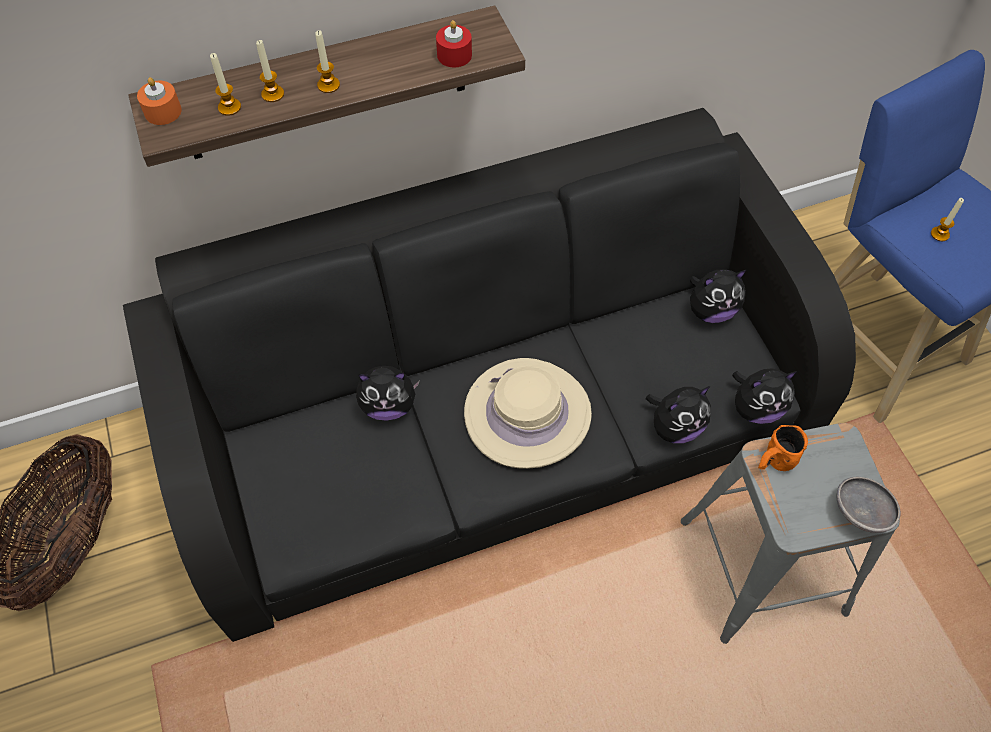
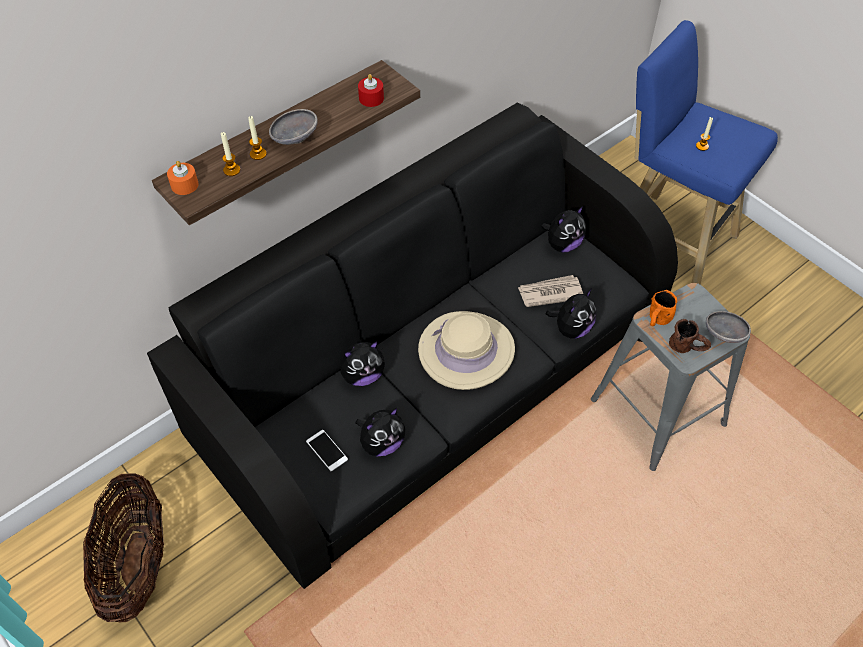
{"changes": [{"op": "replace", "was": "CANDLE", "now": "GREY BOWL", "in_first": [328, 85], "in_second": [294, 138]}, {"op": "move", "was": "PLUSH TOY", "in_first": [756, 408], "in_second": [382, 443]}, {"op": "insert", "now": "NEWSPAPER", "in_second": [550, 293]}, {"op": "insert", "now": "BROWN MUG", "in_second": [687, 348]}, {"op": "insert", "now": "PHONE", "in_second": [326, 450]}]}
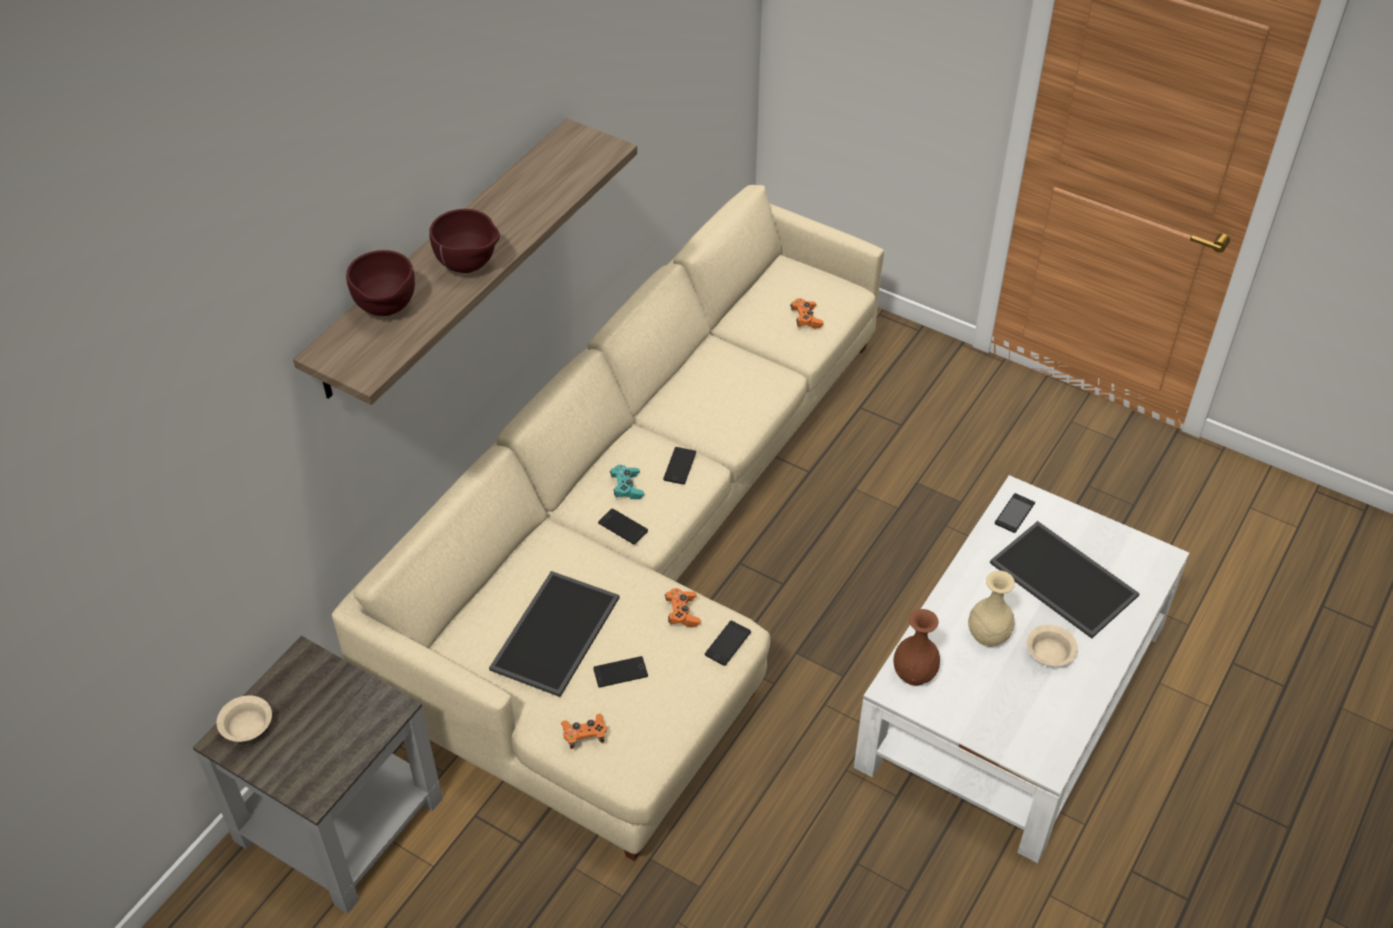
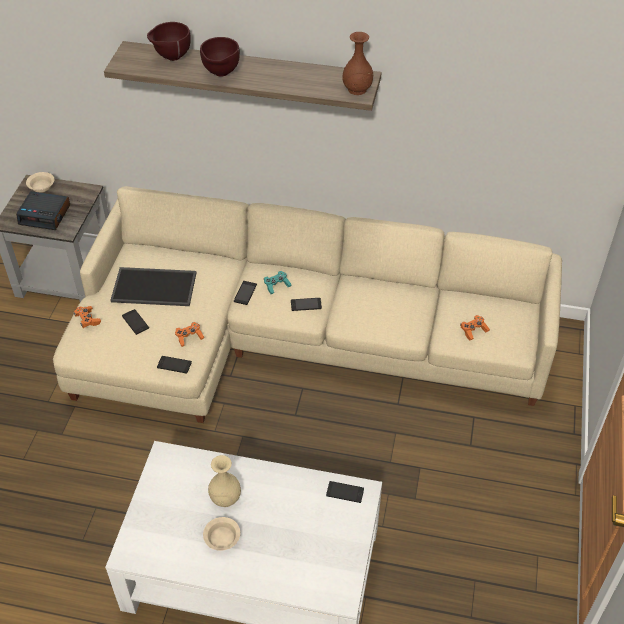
{"changes": [{"op": "delete", "was": "TRAY", "in_first": [1065, 579]}, {"op": "move", "was": "BROWN VASE", "in_first": [915, 674], "in_second": [357, 90]}, {"op": "insert", "now": "ALARM CLOCK", "in_second": [45, 215]}]}
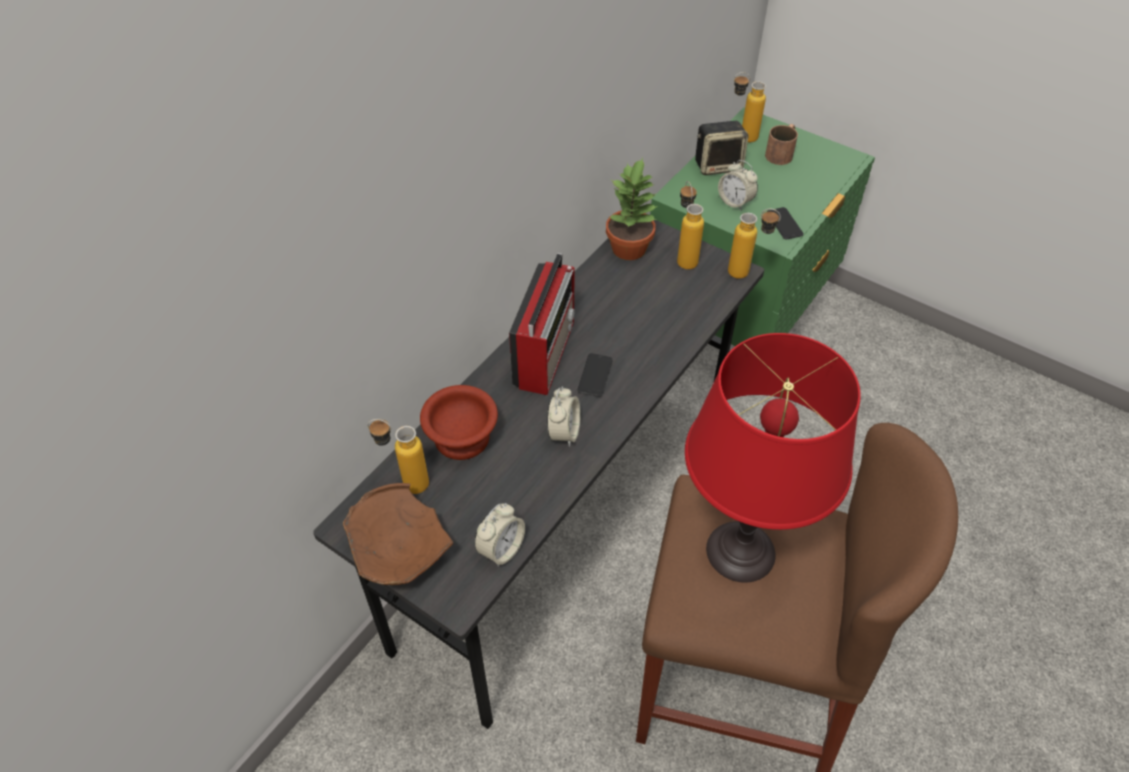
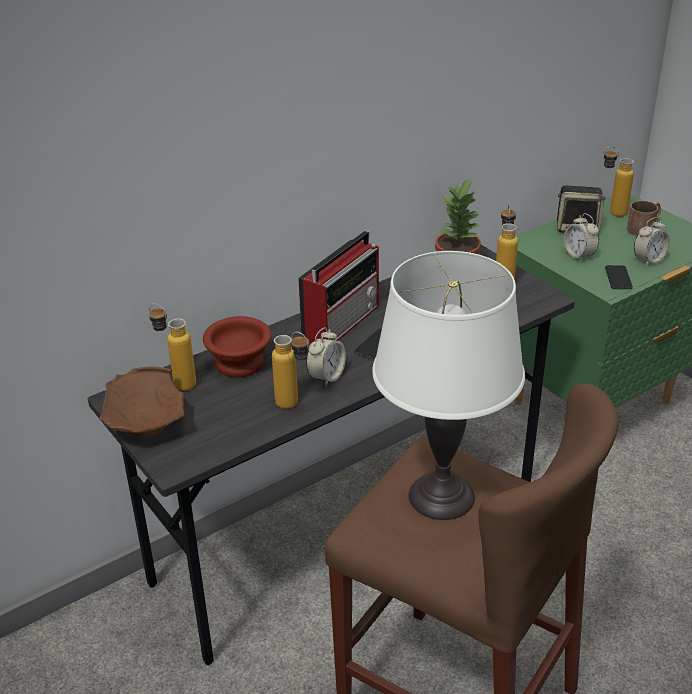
{"changes": [{"op": "move", "was": "BOTTLE", "in_first": [747, 274], "in_second": [294, 406]}, {"op": "recolor", "was": "RED TABLE LAMP", "now": "WHITE TABLE LAMP", "in_first": [740, 552], "in_second": [441, 496]}, {"op": "move", "was": "ALARM CLOCK", "in_first": [501, 549], "in_second": [648, 260]}]}
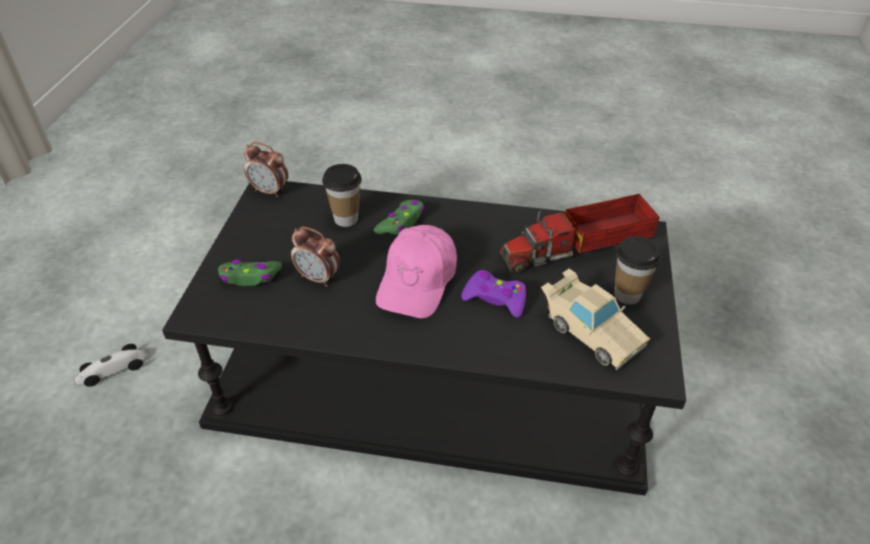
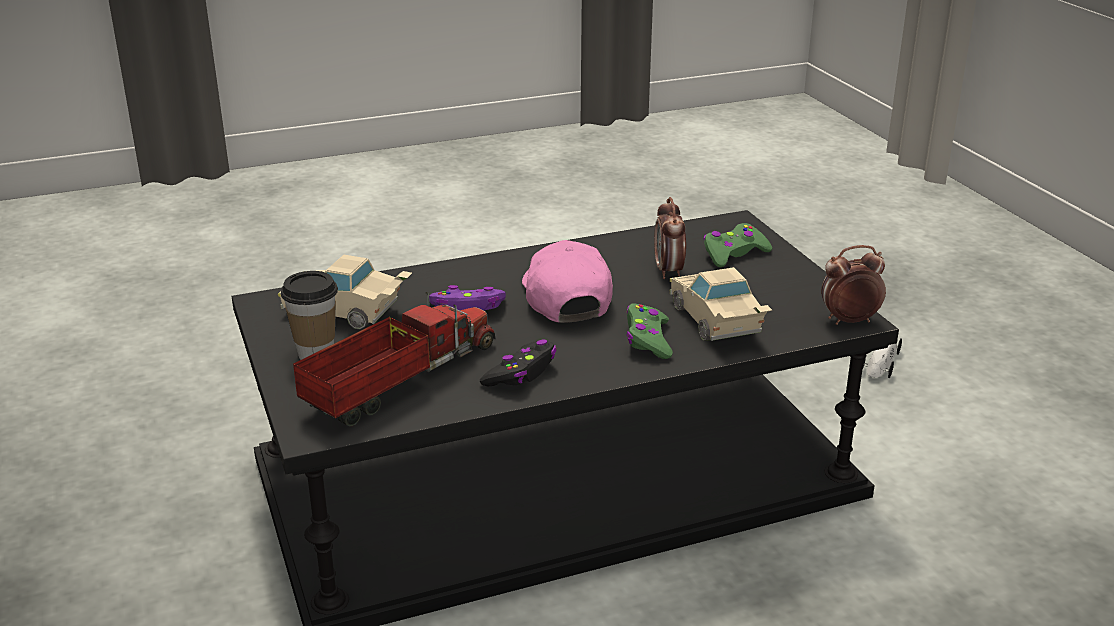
{"changes": [{"op": "replace", "was": "CUP", "now": "BEIGE TOY CAR", "in_first": [346, 219], "in_second": [717, 323]}, {"op": "rotate", "was": "ALARM CLOCK", "in_first": [318, 278], "in_second": [668, 271], "clockwise": -90}, {"op": "insert", "now": "BLACK GAME CONTROLLER", "in_second": [521, 373]}]}
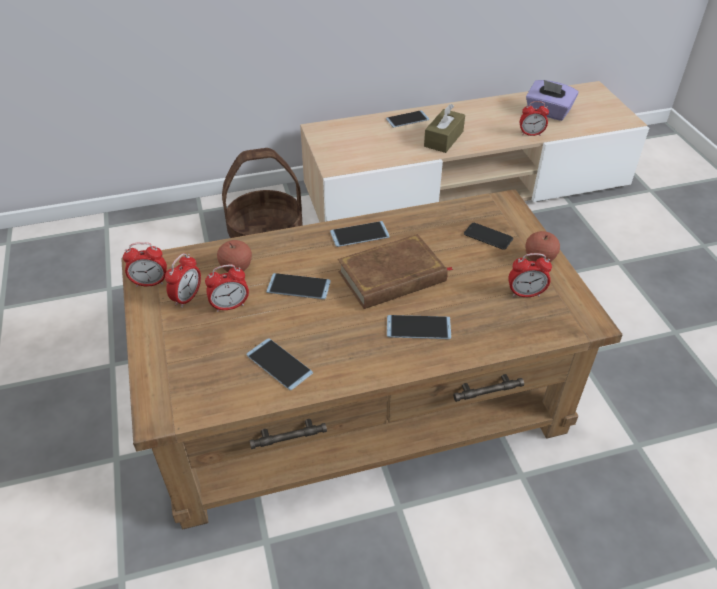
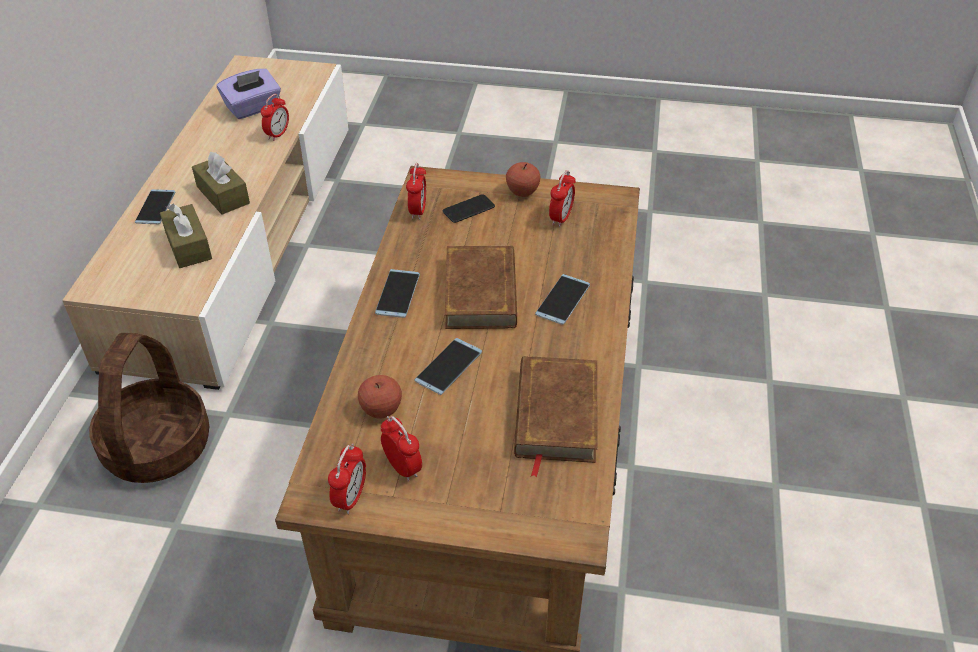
{"changes": [{"op": "move", "was": "ALARM CLOCK", "in_first": [230, 306], "in_second": [418, 211]}, {"op": "replace", "was": "PHONE", "now": "BROWN BOOK", "in_first": [279, 364], "in_second": [555, 415]}, {"op": "insert", "now": "BROWN TISSUE BOX", "in_second": [188, 246]}]}
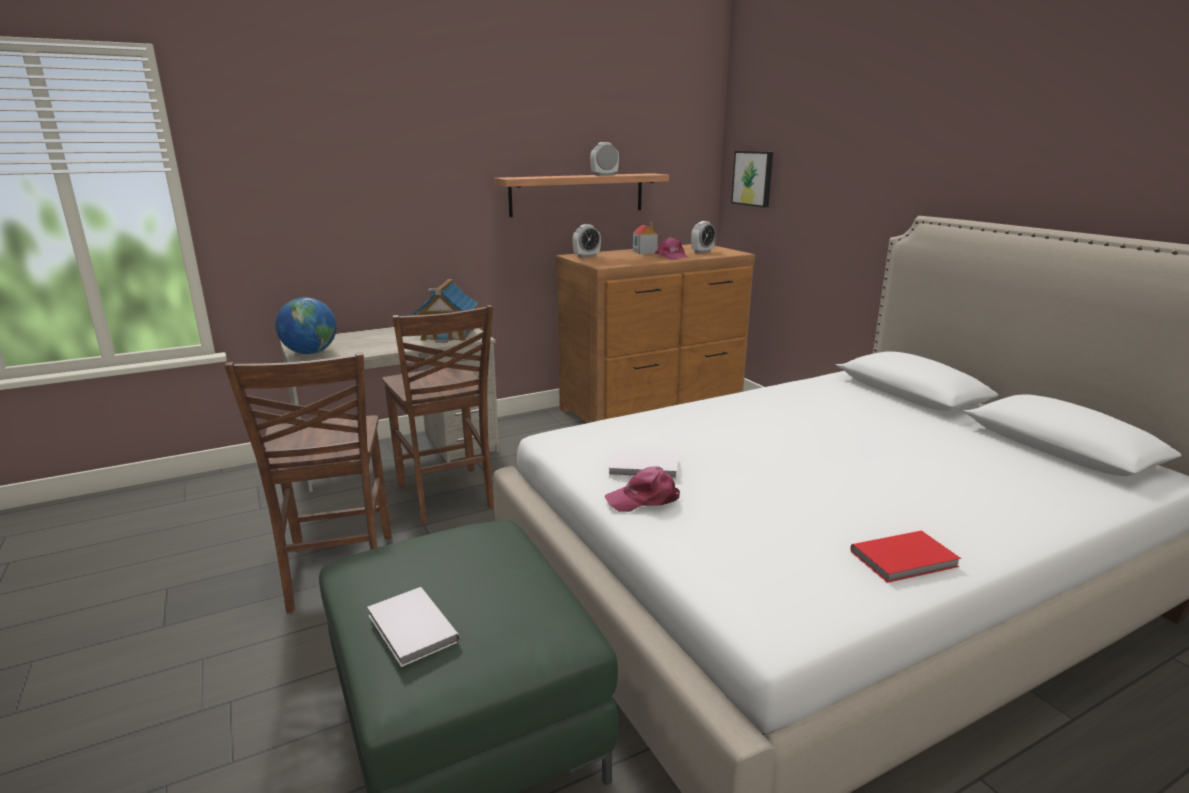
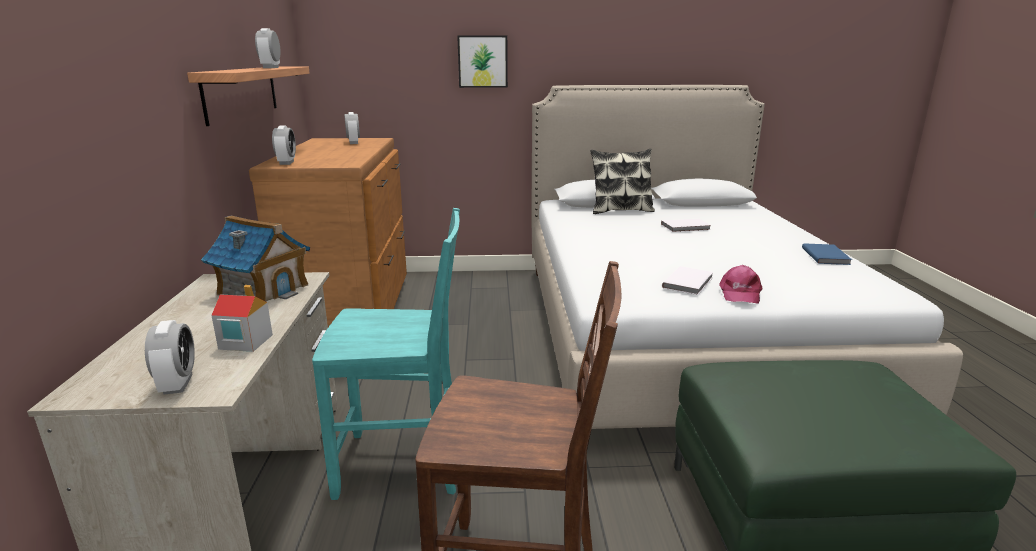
{"changes": [{"op": "move", "was": "PICTURE", "in_first": [753, 178], "in_second": [483, 61]}, {"op": "move", "was": "TOY HOUSE", "in_first": [644, 252], "in_second": [245, 342]}, {"op": "delete", "was": "PINK CAP", "in_first": [672, 256]}, {"op": "replace", "was": "GLOBE", "now": "ALARM CLOCK", "in_first": [310, 353], "in_second": [178, 384]}, {"op": "recolor", "was": "BROWN CHAIR", "now": "TURQUOISE CHAIR", "in_first": [446, 496], "in_second": [404, 465]}, {"op": "recolor", "was": "RED BOOK", "now": "BLUE BOOK", "in_first": [906, 560], "in_second": [826, 256]}, {"op": "move", "was": "WHITE BOOK", "in_first": [411, 629], "in_second": [686, 227]}, {"op": "insert", "now": "PILLOW", "in_second": [620, 210]}]}
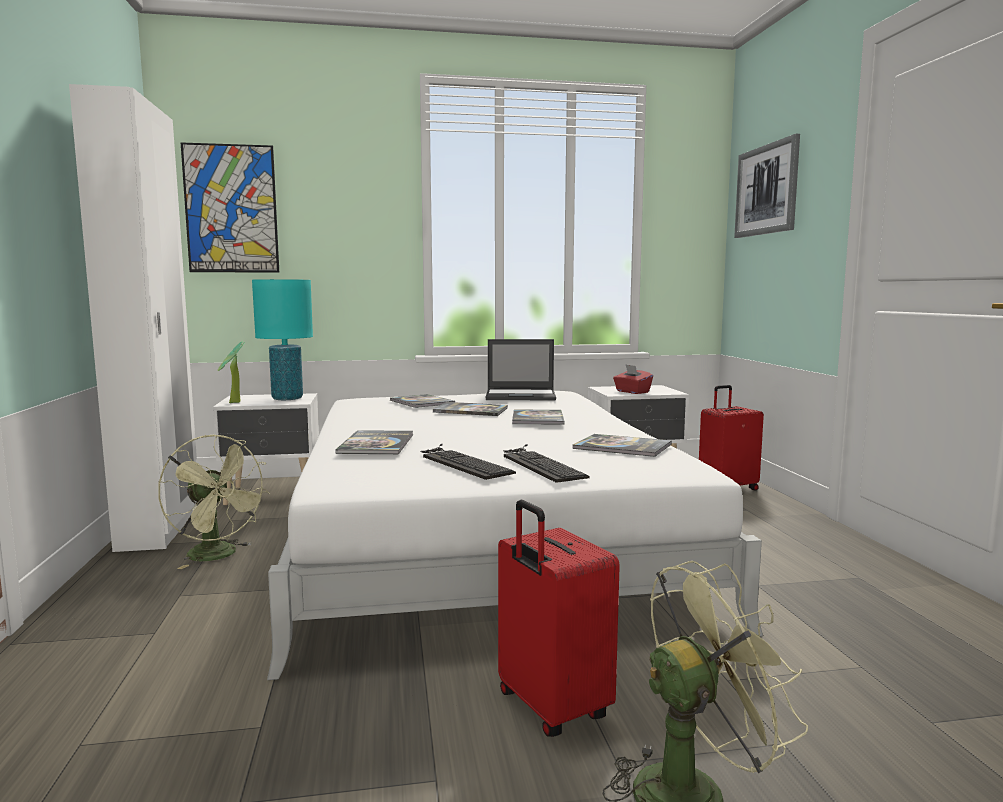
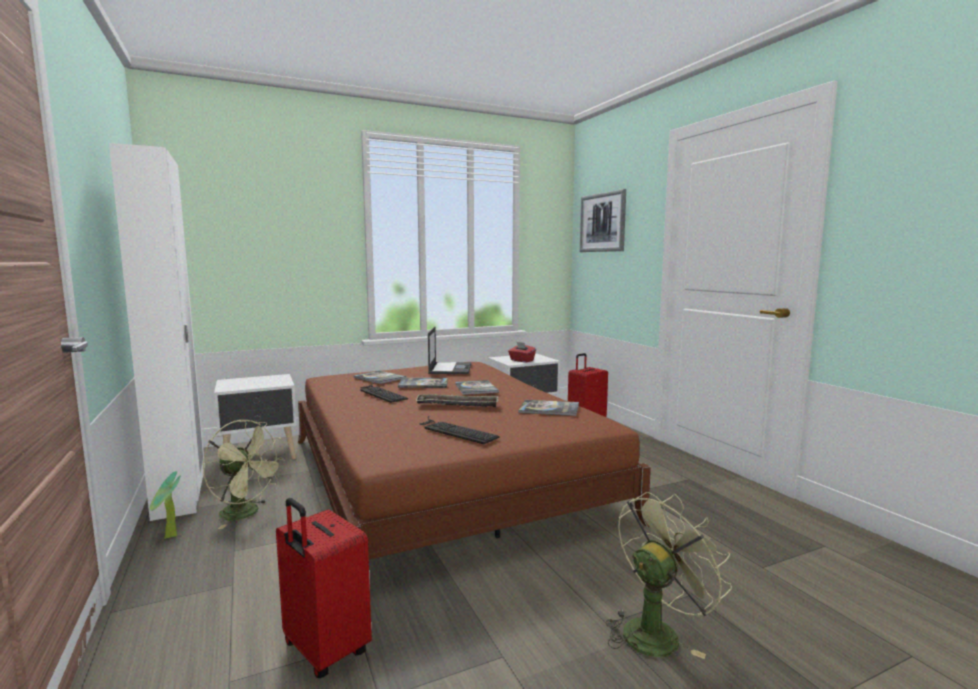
{"changes": [{"op": "delete", "was": "PICTURE", "in_first": [231, 209]}, {"op": "delete", "was": "TURQUOISE TABLE LAMP", "in_first": [287, 398]}, {"op": "rotate", "was": "LAPTOP", "in_first": [521, 396], "in_second": [450, 368], "clockwise": -75}, {"op": "move", "was": "POTTED PLANT", "in_first": [233, 403], "in_second": [169, 538]}, {"op": "recolor", "was": "WHITE BED", "now": "BROWN BED", "in_first": [482, 538], "in_second": [442, 476]}, {"op": "delete", "was": "BOOK", "in_first": [376, 444]}, {"op": "move", "was": "KEYBOARD", "in_first": [538, 463], "in_second": [380, 393]}, {"op": "move", "was": "RED SUITCASE", "in_first": [550, 708], "in_second": [324, 651]}, {"op": "insert", "now": "TRAY", "in_second": [457, 405]}]}
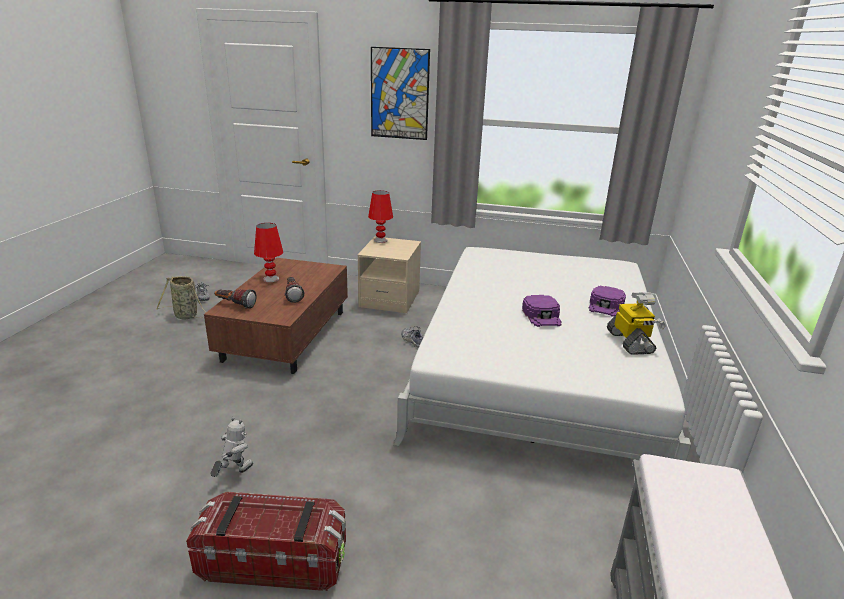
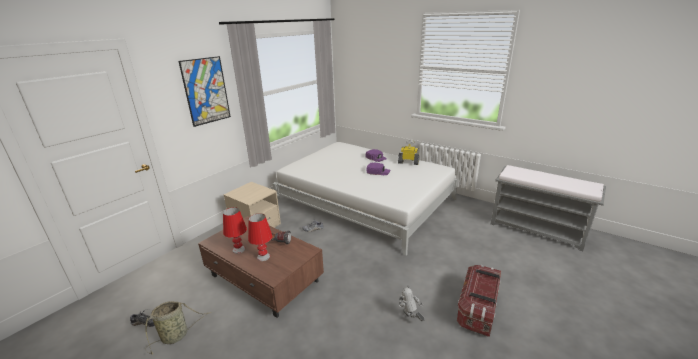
{"changes": [{"op": "move", "was": "RED TABLE LAMP", "in_first": [380, 240], "in_second": [263, 257]}, {"op": "delete", "was": "FLASHLIGHT", "in_first": [235, 305]}]}
